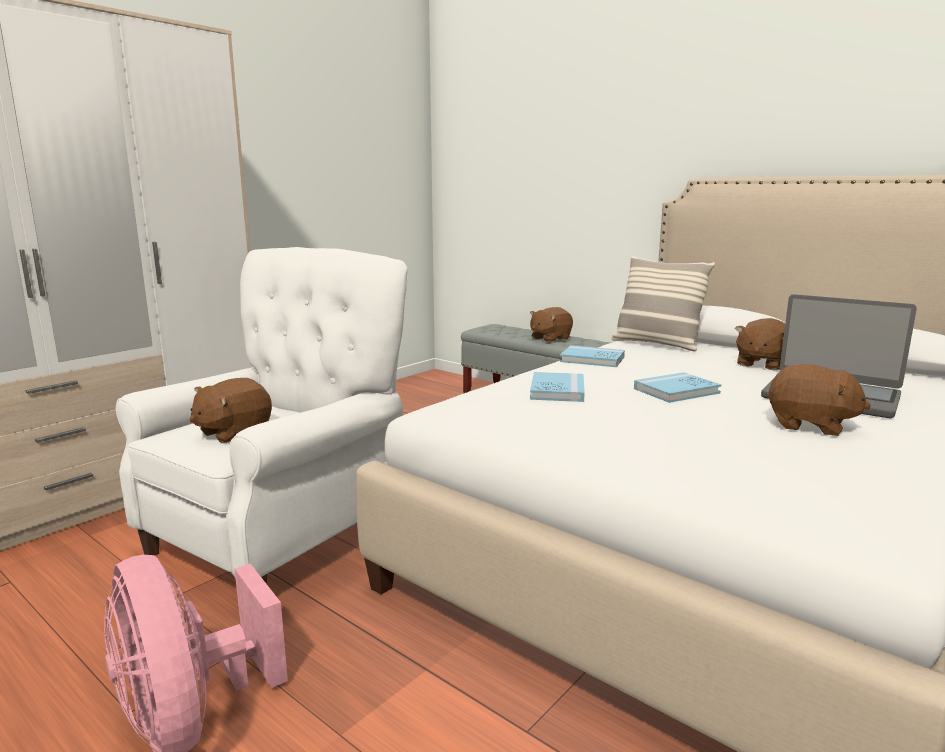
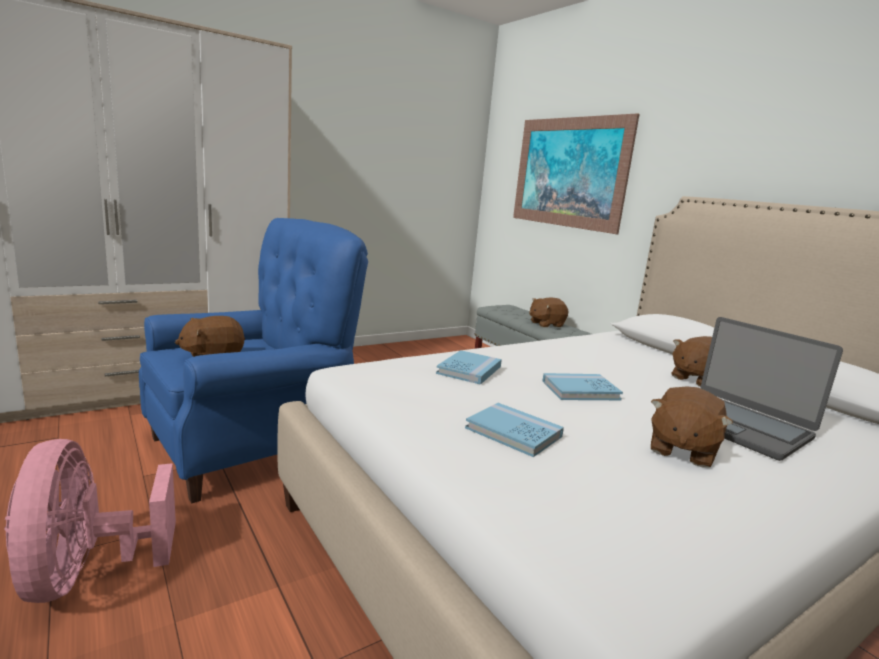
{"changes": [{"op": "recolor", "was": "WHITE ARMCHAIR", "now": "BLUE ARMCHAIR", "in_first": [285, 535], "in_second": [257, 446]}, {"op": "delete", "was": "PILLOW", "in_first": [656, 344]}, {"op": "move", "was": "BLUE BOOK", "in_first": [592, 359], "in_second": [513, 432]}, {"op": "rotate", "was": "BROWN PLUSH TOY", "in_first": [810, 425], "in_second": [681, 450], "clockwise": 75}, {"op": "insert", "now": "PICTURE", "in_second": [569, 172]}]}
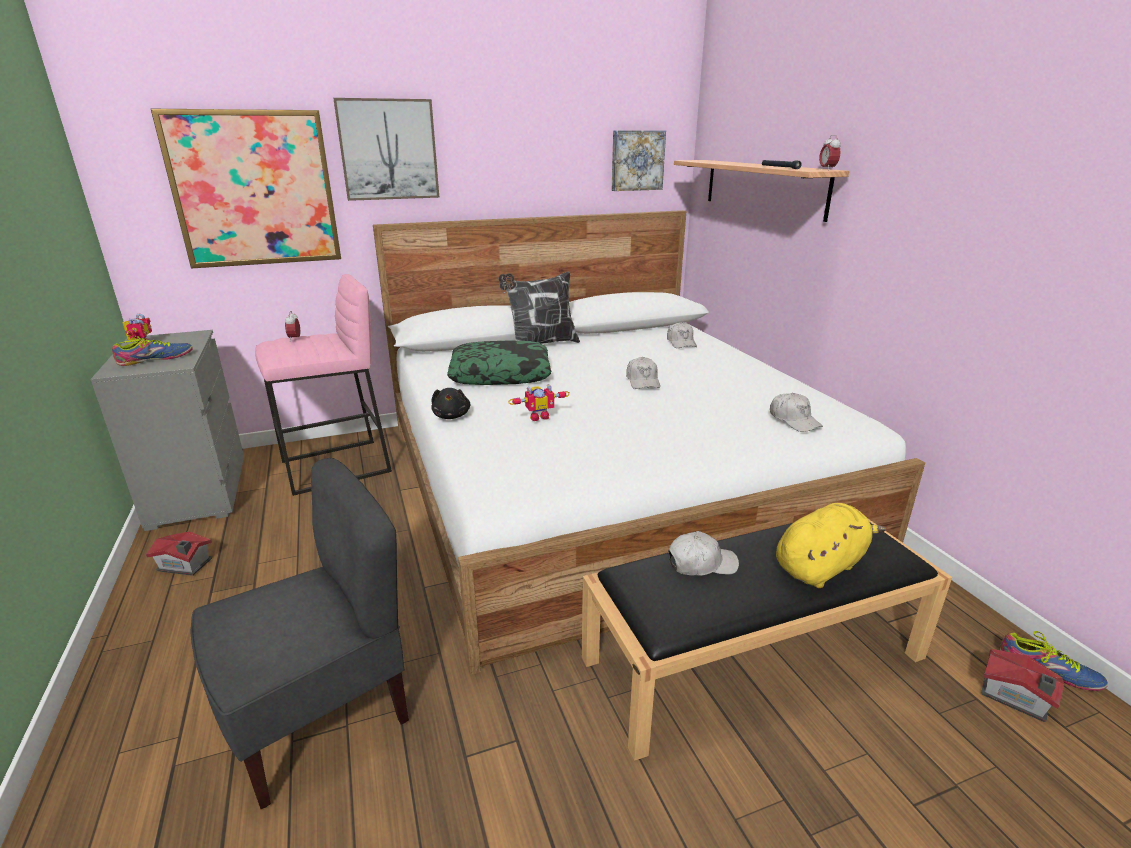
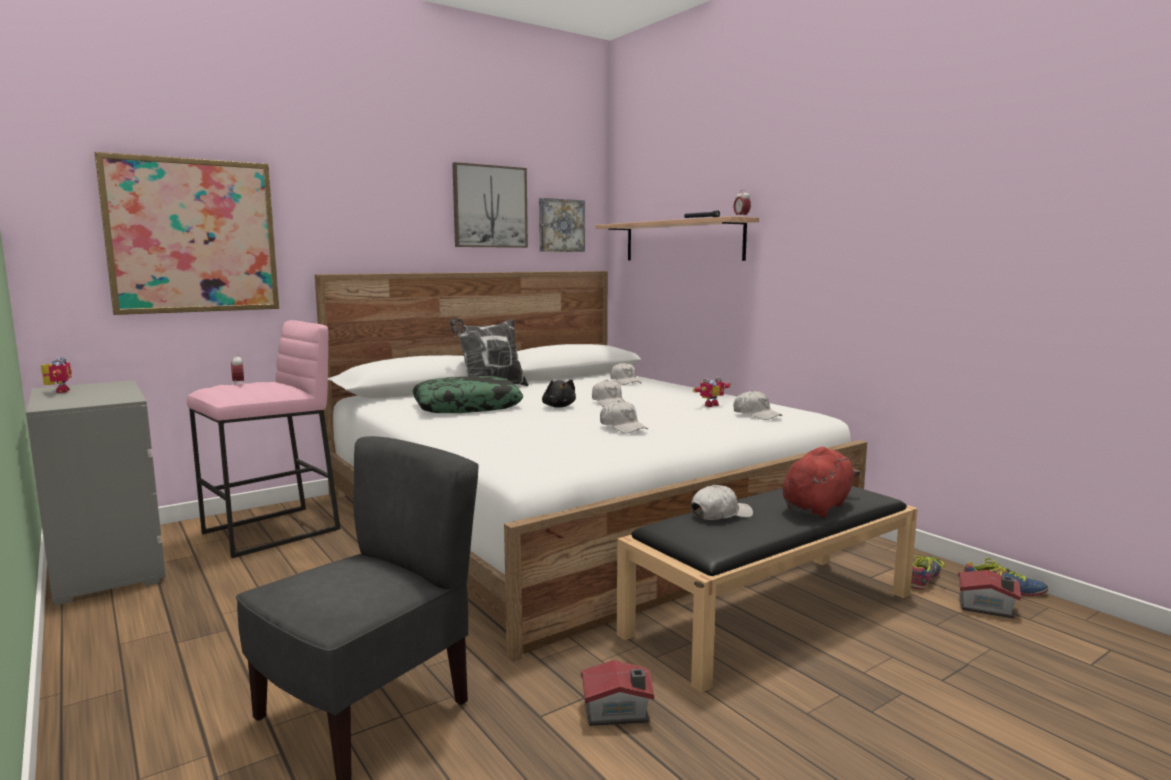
{"changes": [{"op": "move", "was": "PICTURE", "in_first": [388, 150], "in_second": [490, 206]}, {"op": "move", "was": "SHOE", "in_first": [155, 359], "in_second": [923, 577]}, {"op": "move", "was": "TOY ROBOT", "in_first": [538, 416], "in_second": [709, 405]}, {"op": "move", "was": "BLACK PLUSH TOY", "in_first": [451, 416], "in_second": [558, 406]}, {"op": "recolor", "was": "YELLOW PLUSH TOY", "now": "RED PLUSH TOY", "in_first": [820, 566], "in_second": [817, 506]}, {"op": "move", "was": "TOY HOUSE", "in_first": [185, 565], "in_second": [618, 713]}, {"op": "insert", "now": "WHITE CAP", "in_second": [623, 427]}]}
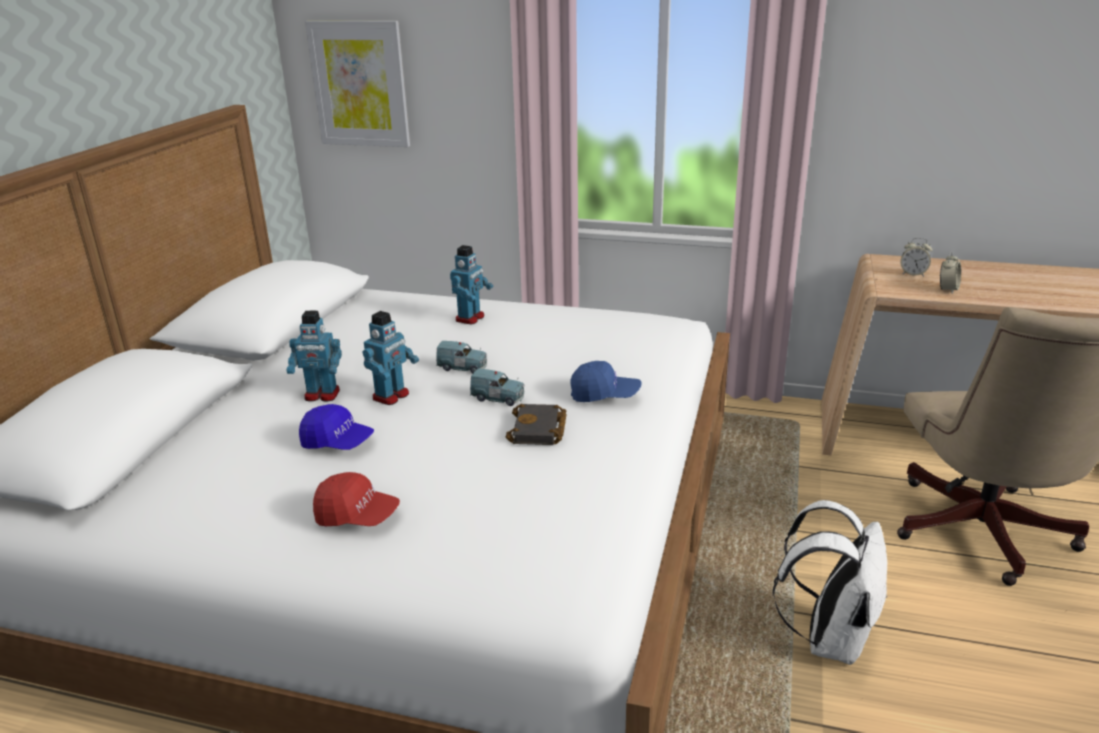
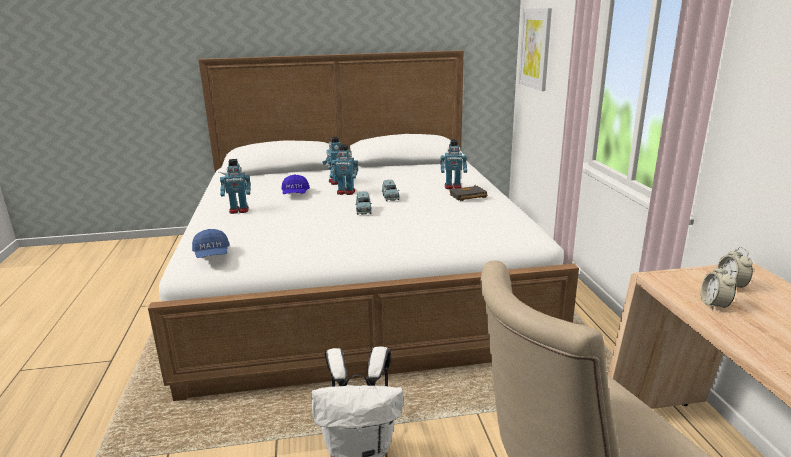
{"changes": [{"op": "rotate", "was": "ALARM CLOCK", "in_first": [947, 289], "in_second": [714, 305], "clockwise": 90}, {"op": "move", "was": "BLUE CAP", "in_first": [605, 395], "in_second": [212, 255]}, {"op": "move", "was": "BLACK BOOK", "in_first": [539, 430], "in_second": [467, 197]}, {"op": "replace", "was": "RED CAP", "now": "TOY ROBOT", "in_first": [357, 516], "in_second": [239, 210]}]}
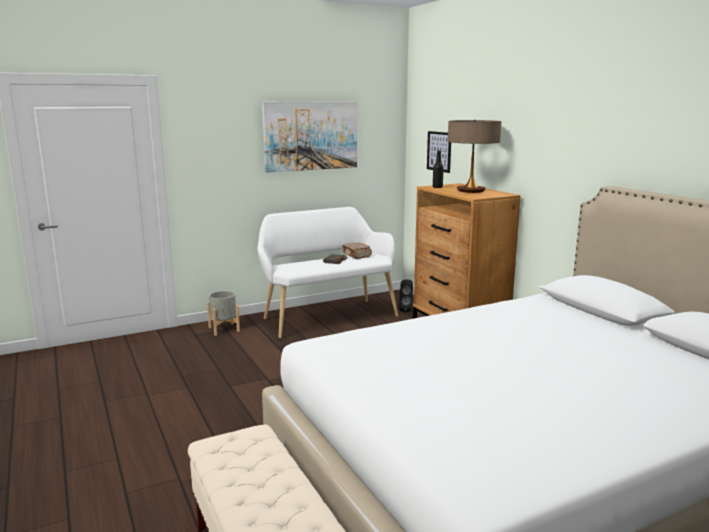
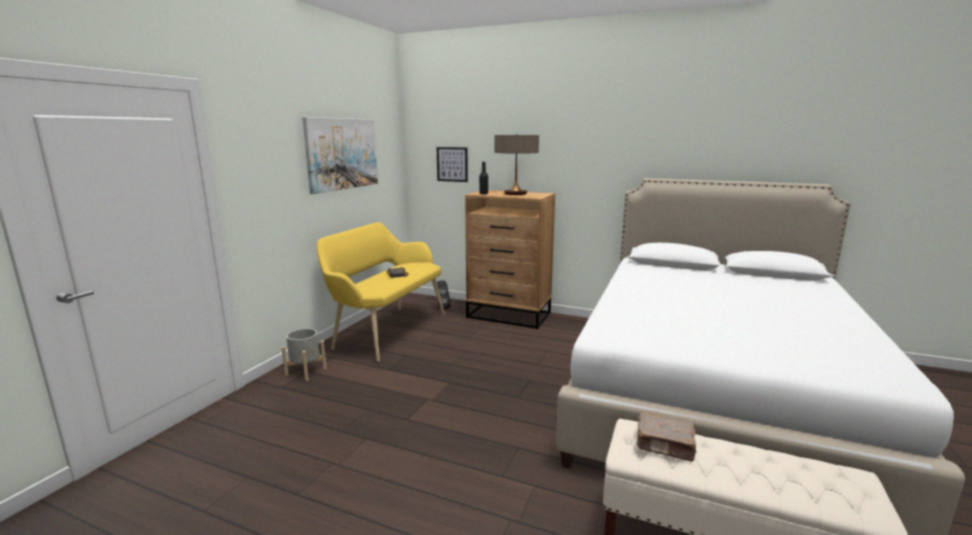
{"changes": [{"op": "recolor", "was": "WHITE BENCH", "now": "YELLOW BENCH", "in_first": [326, 316], "in_second": [386, 330]}, {"op": "move", "was": "BROWN BOOK", "in_first": [356, 255], "in_second": [665, 446]}]}
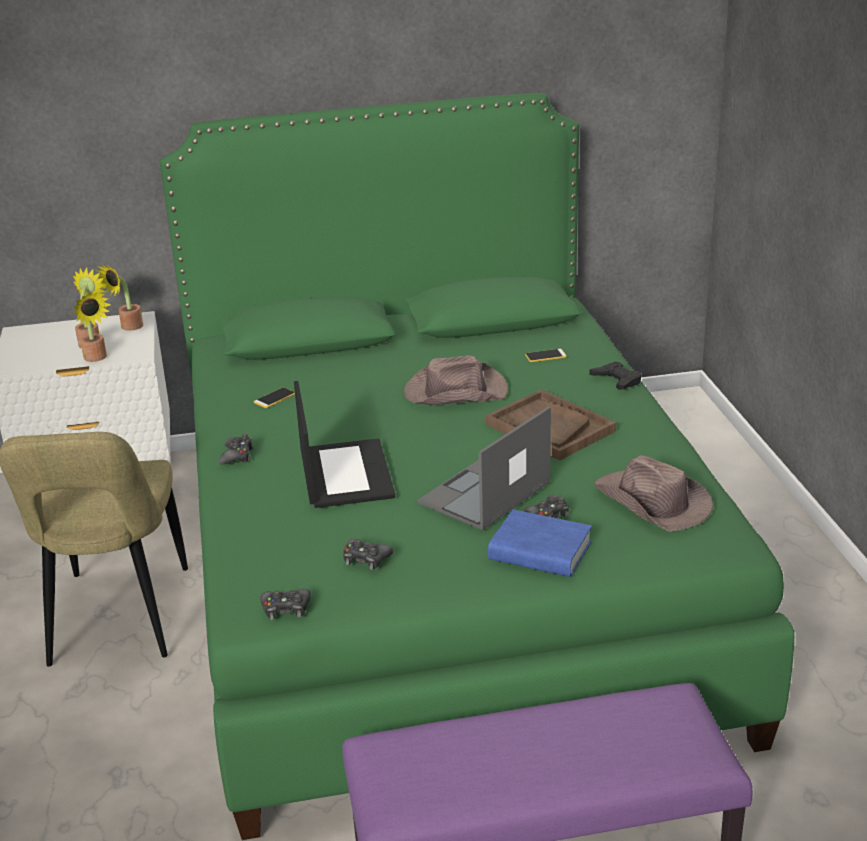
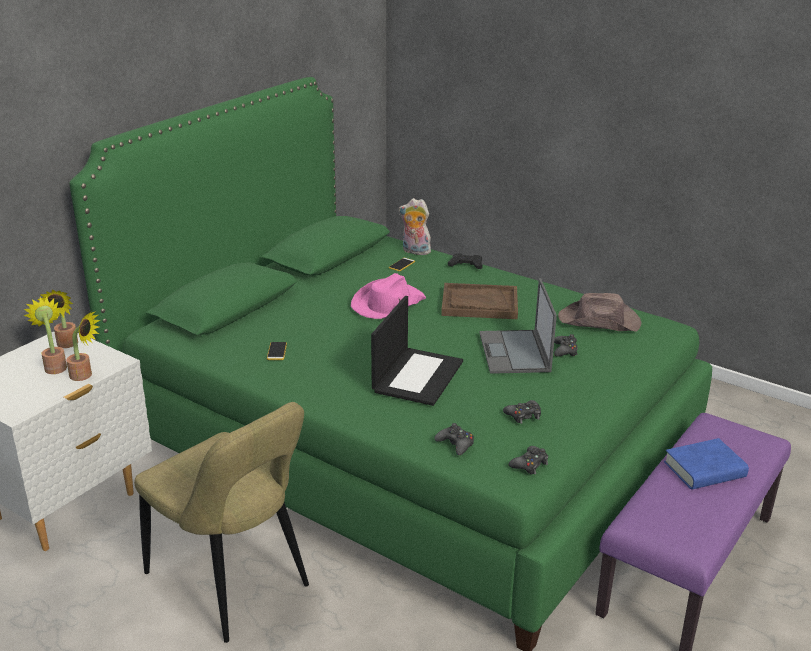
{"changes": [{"op": "recolor", "was": "BROWN HAT", "now": "PINK HAT", "in_first": [454, 391], "in_second": [388, 304]}, {"op": "rotate", "was": "LAPTOP", "in_first": [344, 473], "in_second": [417, 376], "clockwise": 75}, {"op": "move", "was": "BLACK GAME CONTROLLER", "in_first": [237, 456], "in_second": [455, 444]}, {"op": "move", "was": "BLUE BOOK", "in_first": [540, 551], "in_second": [704, 470]}, {"op": "insert", "now": "PLUSH TOY", "in_second": [414, 251]}]}
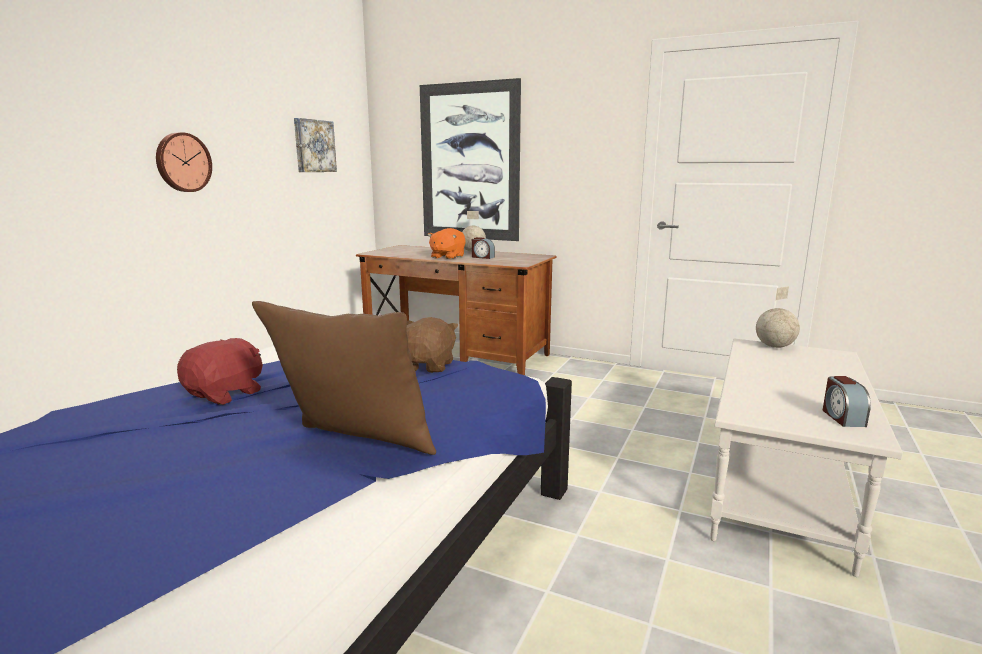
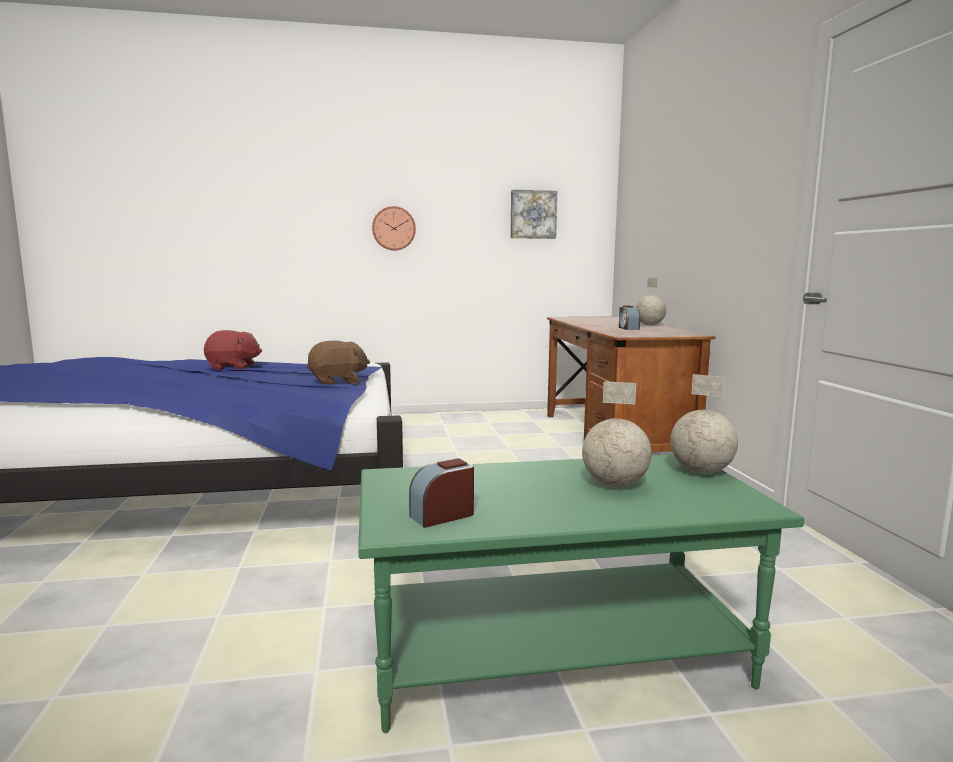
{"changes": [{"op": "delete", "was": "PICTURE", "in_first": [469, 162]}, {"op": "delete", "was": "ORANGE PLUSH TOY", "in_first": [447, 257]}, {"op": "delete", "was": "BROWN PILLOW", "in_first": [353, 450]}, {"op": "recolor", "was": "WHITE COFFEE TABLE", "now": "GREEN COFFEE TABLE", "in_first": [781, 490], "in_second": [553, 656]}, {"op": "insert", "now": "GLOBE", "in_second": [615, 485]}]}
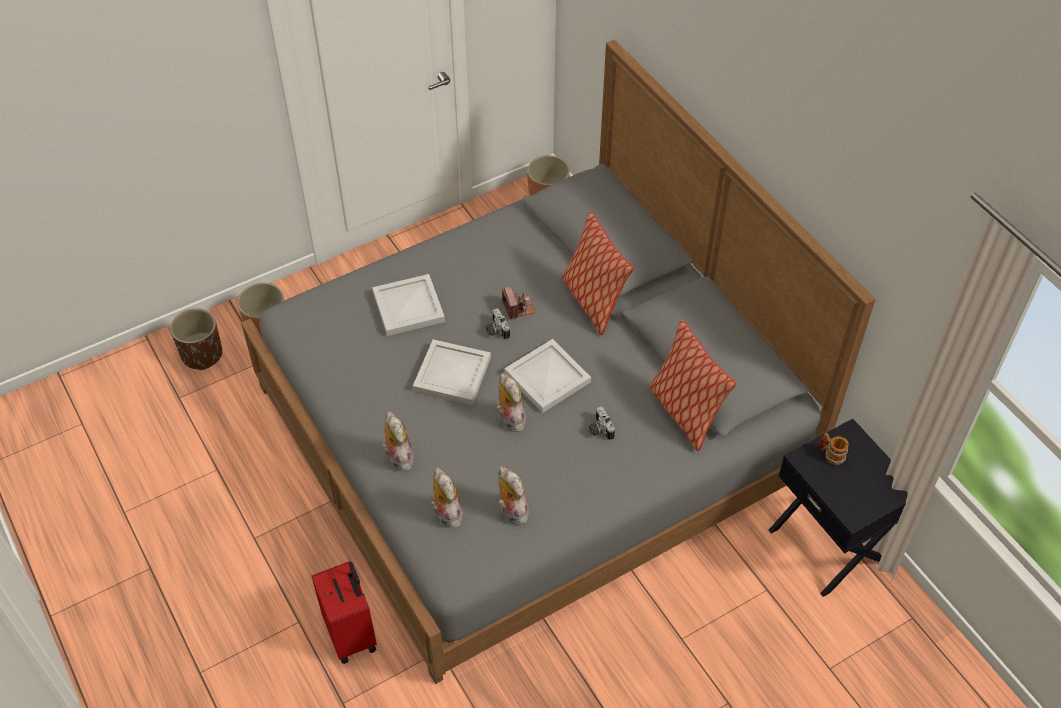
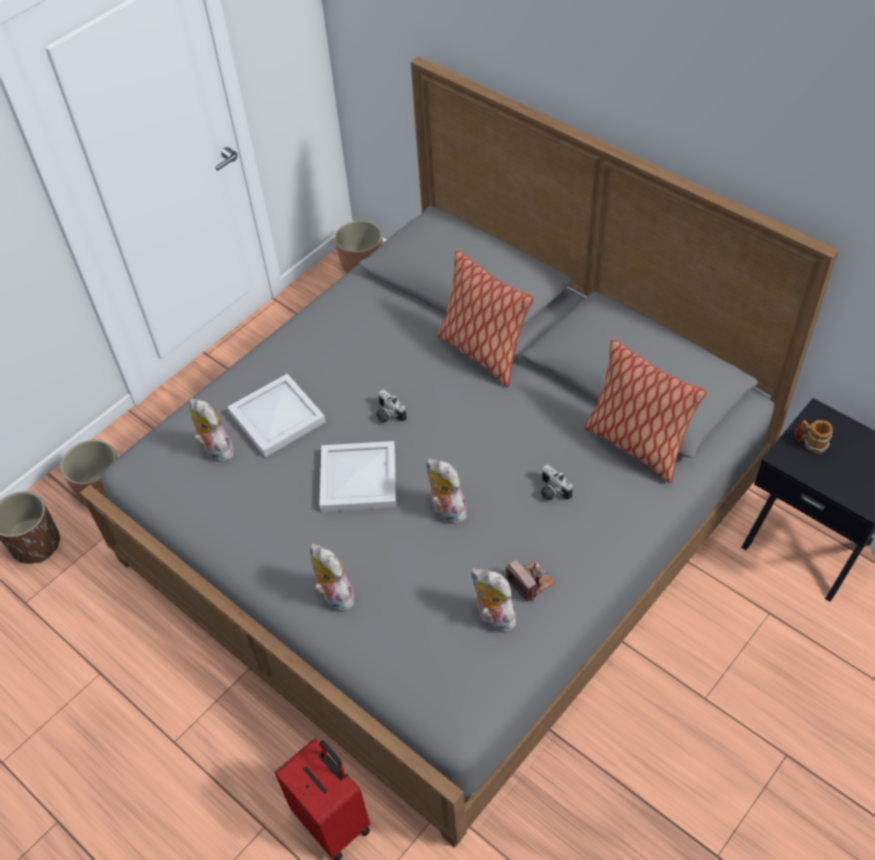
{"changes": [{"op": "move", "was": "PHOTO CAMERA", "in_first": [518, 307], "in_second": [530, 582]}, {"op": "delete", "was": "WHITE TRAY", "in_first": [547, 376]}, {"op": "move", "was": "PLUSH TOY", "in_first": [446, 514], "in_second": [215, 450]}]}
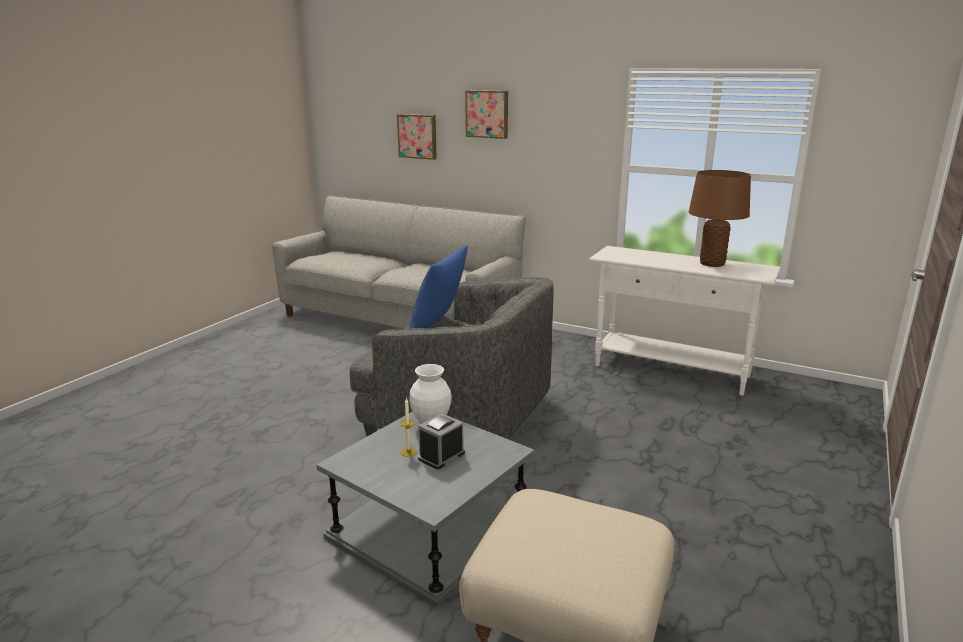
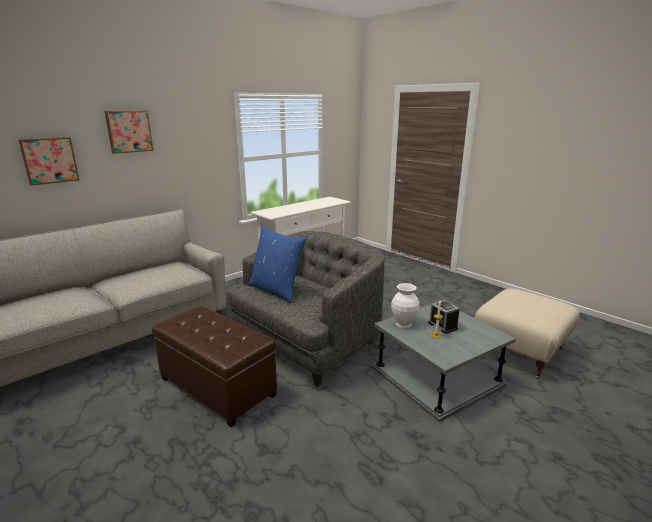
{"changes": [{"op": "delete", "was": "BROWN TABLE LAMP", "in_first": [712, 263]}, {"op": "insert", "now": "BROWN OTTOMAN", "in_second": [218, 386]}]}
